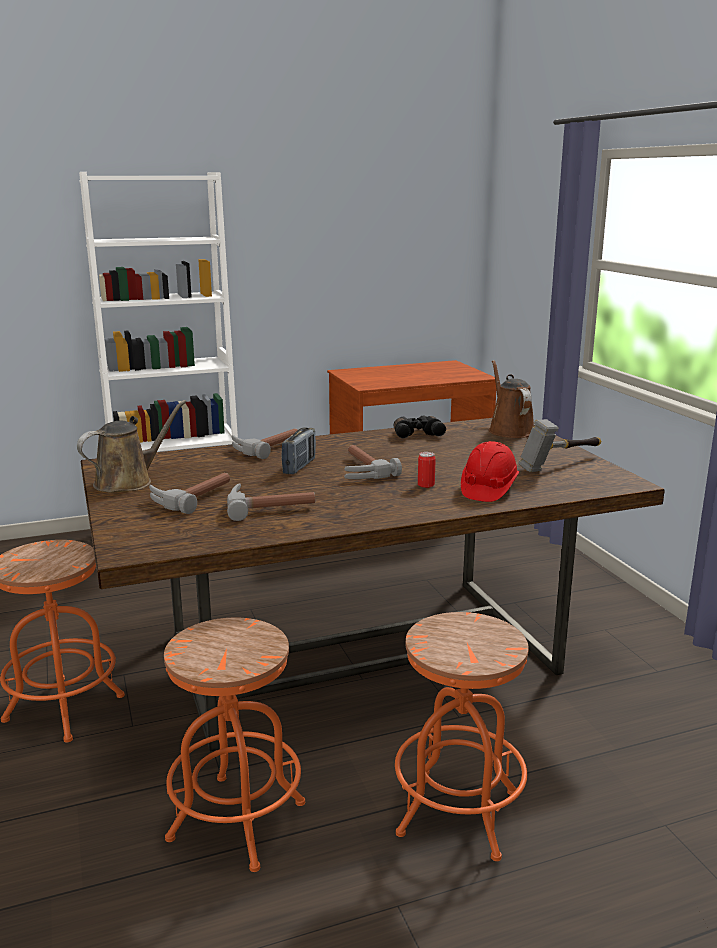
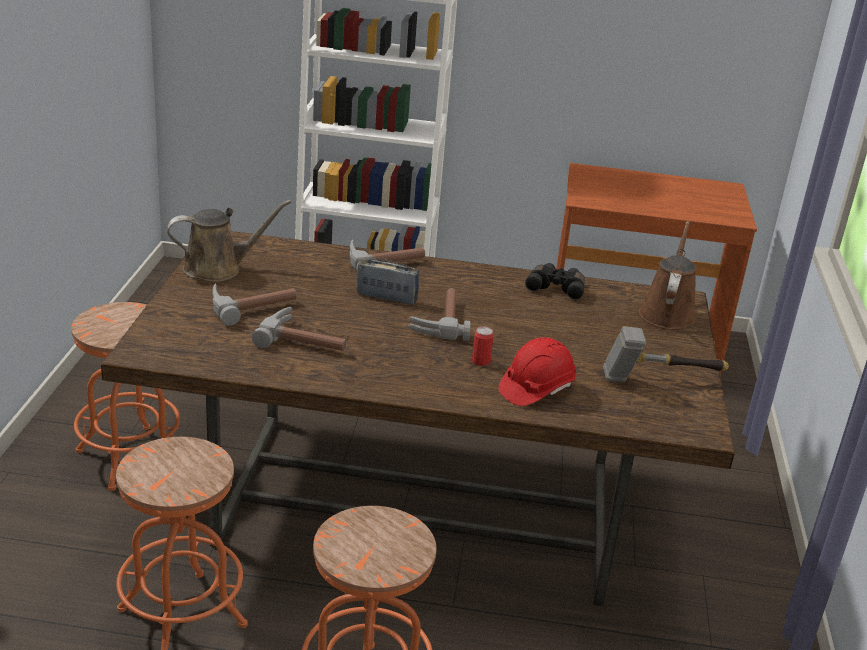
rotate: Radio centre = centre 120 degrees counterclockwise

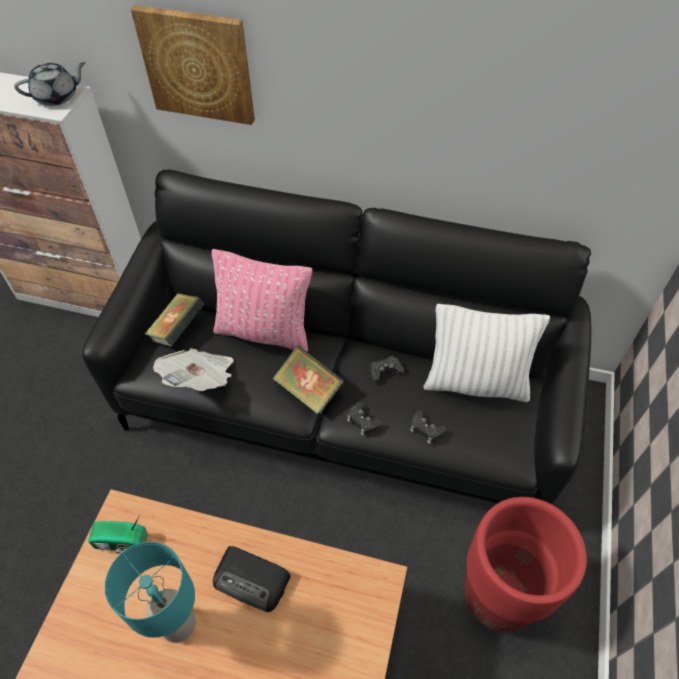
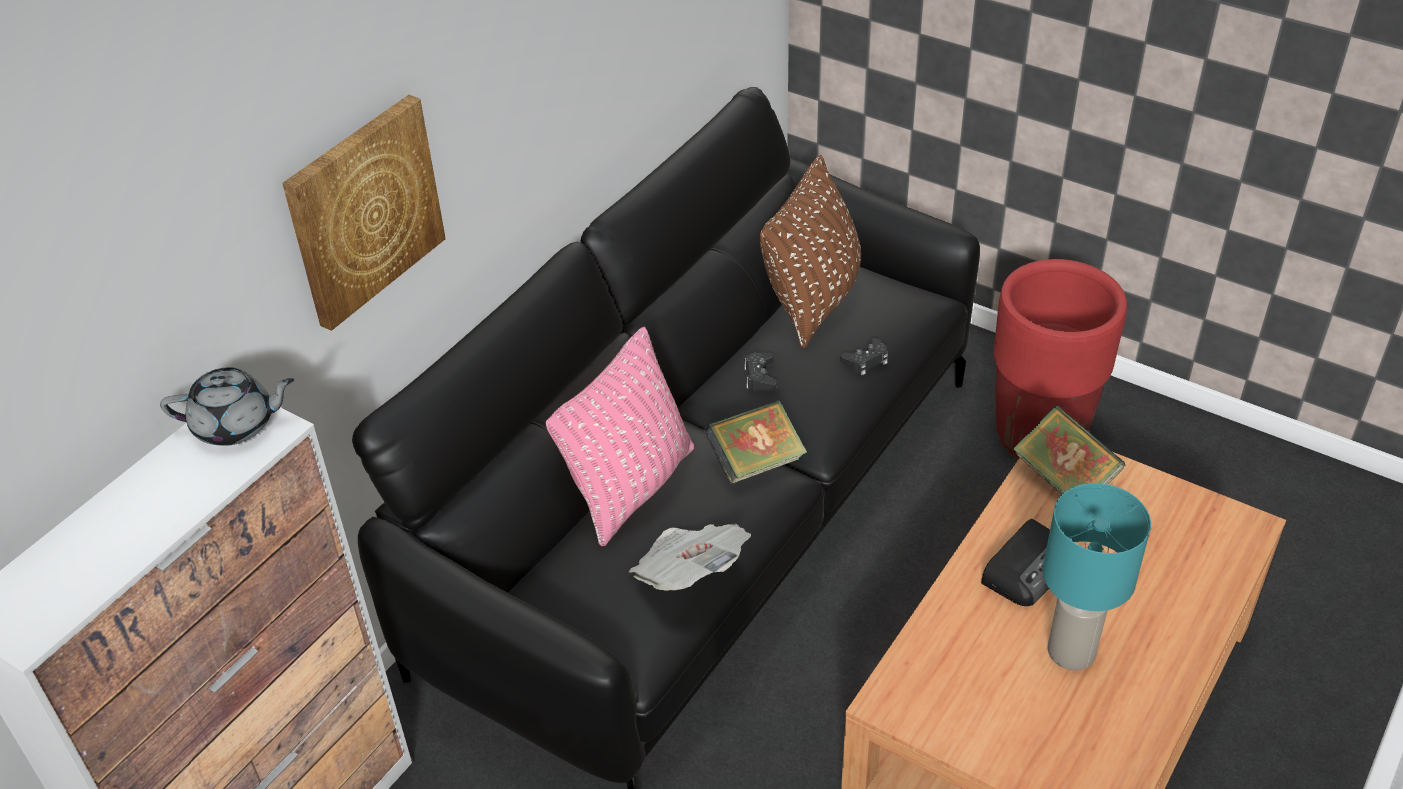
delete: Radio (1st from left) bottom left; Gamepad (schwarz) (1st from left) centre
move: Buch (1st from left in the first image) middle left to Buch (2nd from left) middle right
recolor: Kissen (weiß) middle right to Kissen (braun) top centre
rotate: Teekanne (grau) top left = middle left 90 degrees clockwise

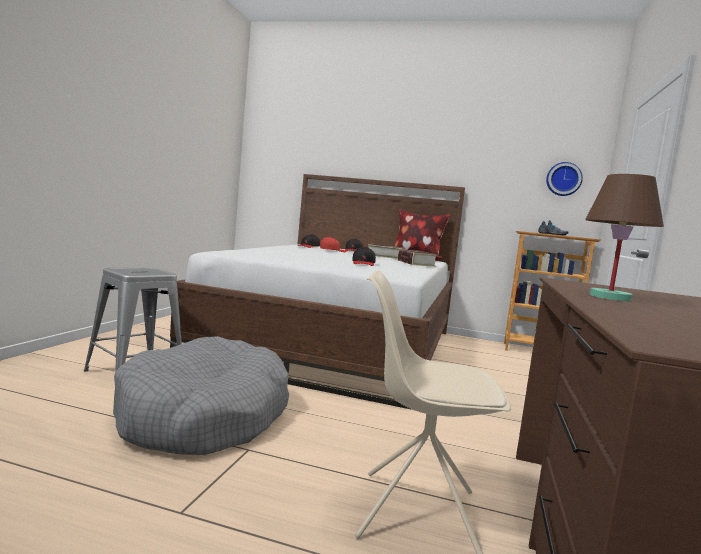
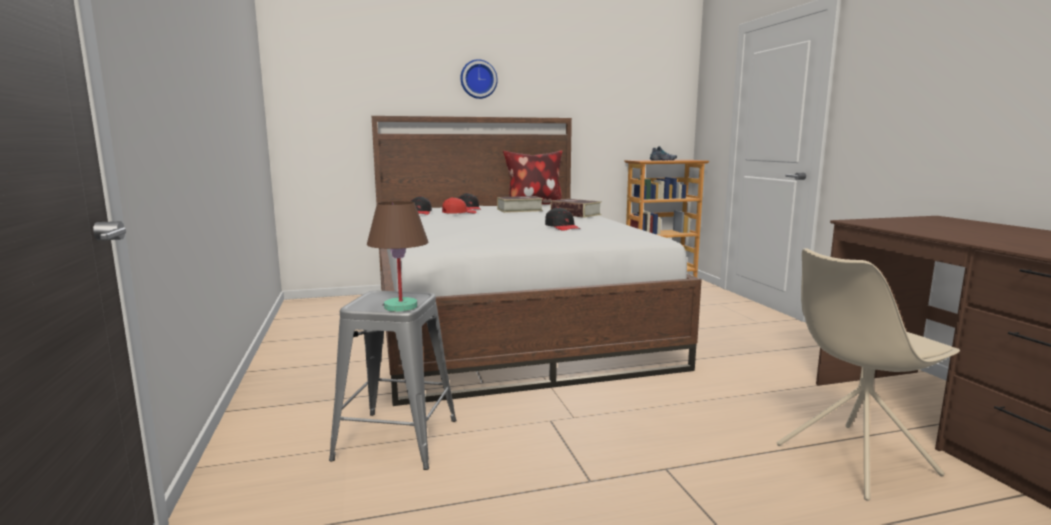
delete: Hundebett (grau) bottom left
move: Wanduhr top right to top centre; Tischlampe (braun) middle right to centre

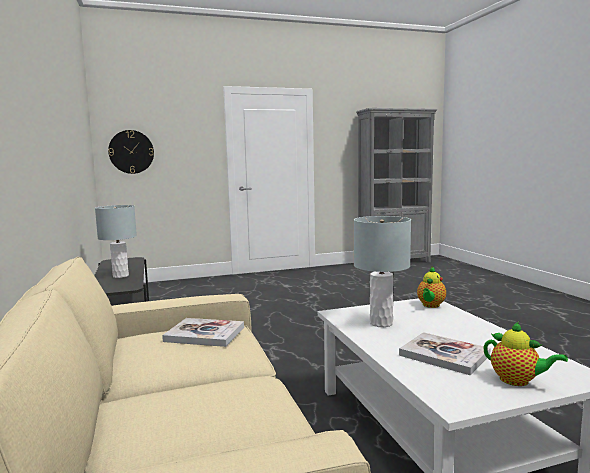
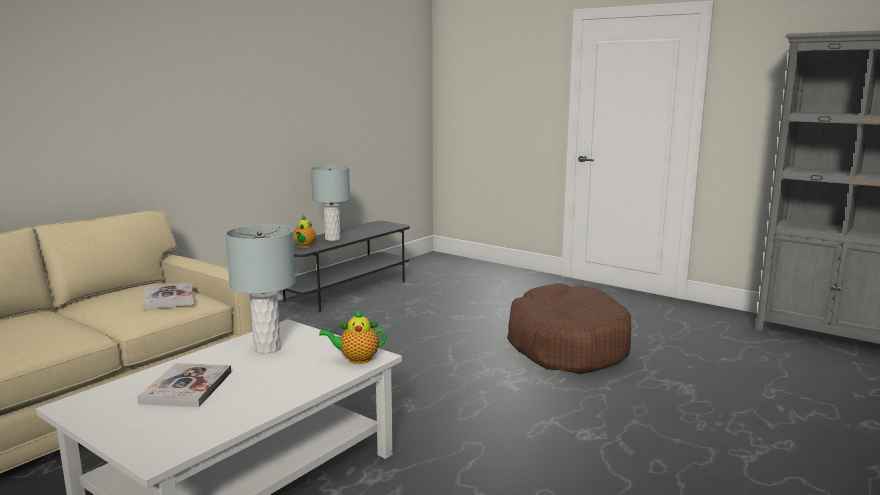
delete: Wanduhr top left
insert: Hundebett (braun) centre
move: Teekanne (2nd from left in the first image) bottom right to Teekanne (1st from left) centre

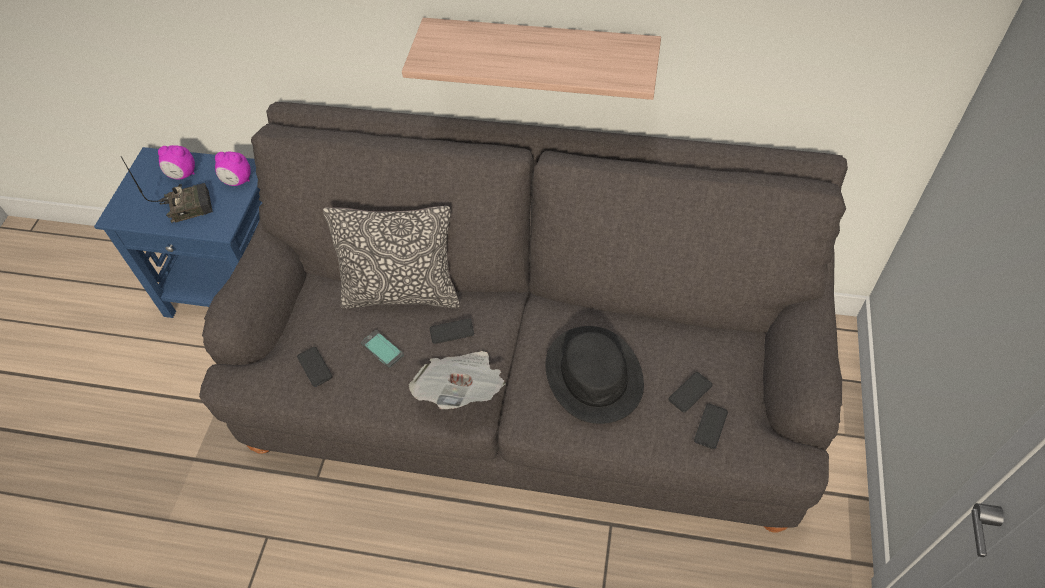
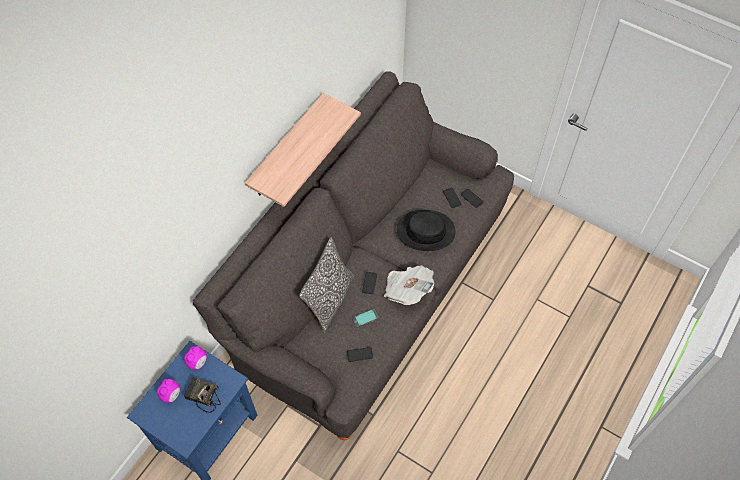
rotate: Radio top left = bottom left 75 degrees counterclockwise

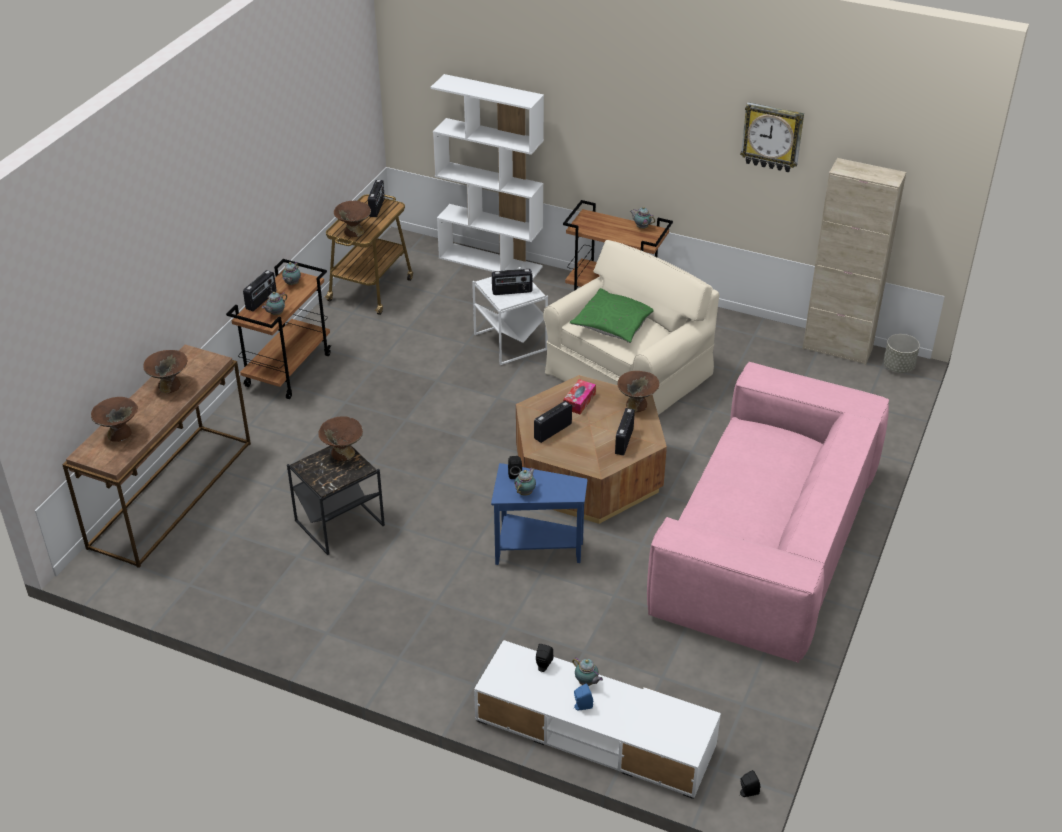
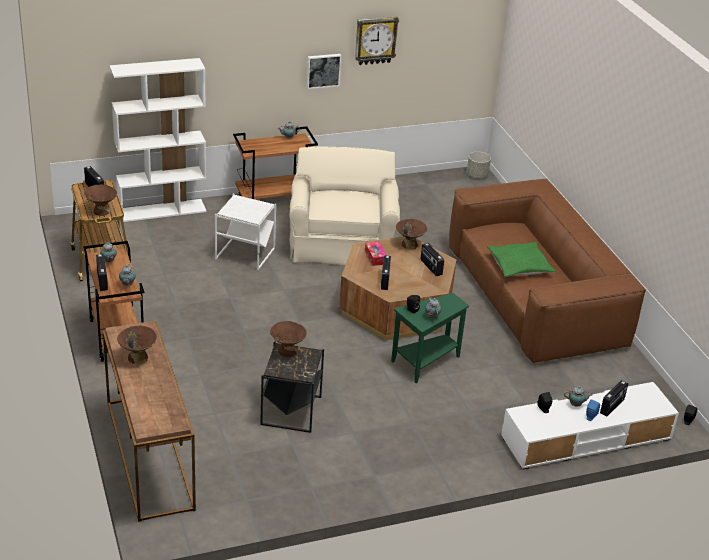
delete: Schüssel (braun) (1st from left) middle left; Schrank (beige) top right
insert: Bild top centre
move: Radio (3rd from left in the first image) centre to Radio (5th from left) bottom right; Kissen (grün) centre to middle right
recolor: Beistelltisch (blau) centre to Beistelltisch (grün) centre; Sofa (rosa) middle right to Sofa (braun) middle right

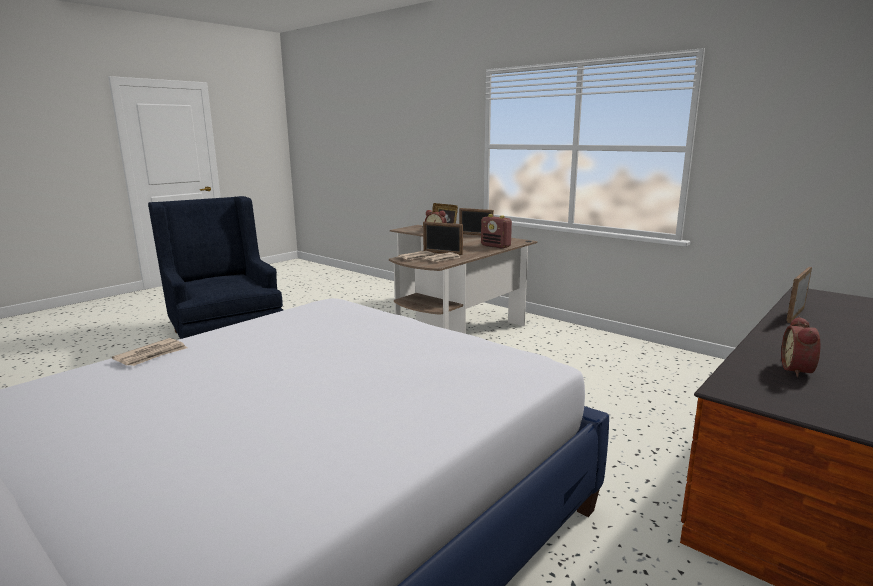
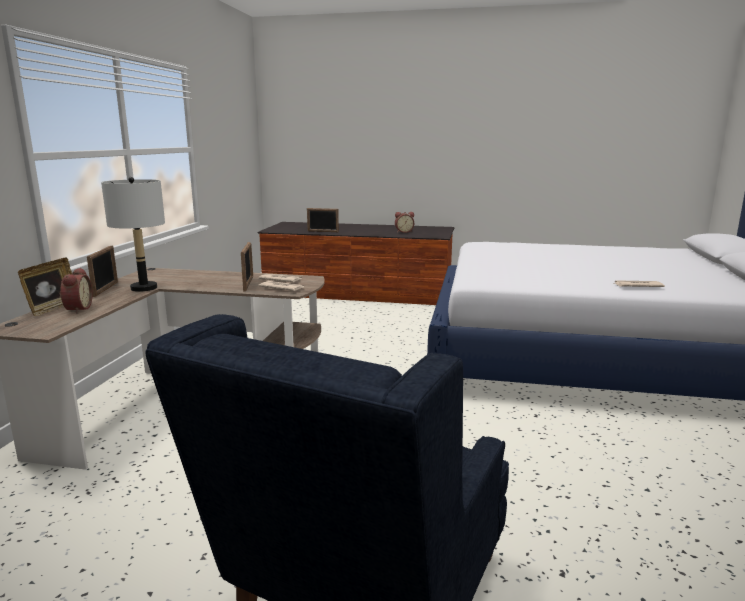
delete: Radio centre
insert: Tischlampe (grau) middle left

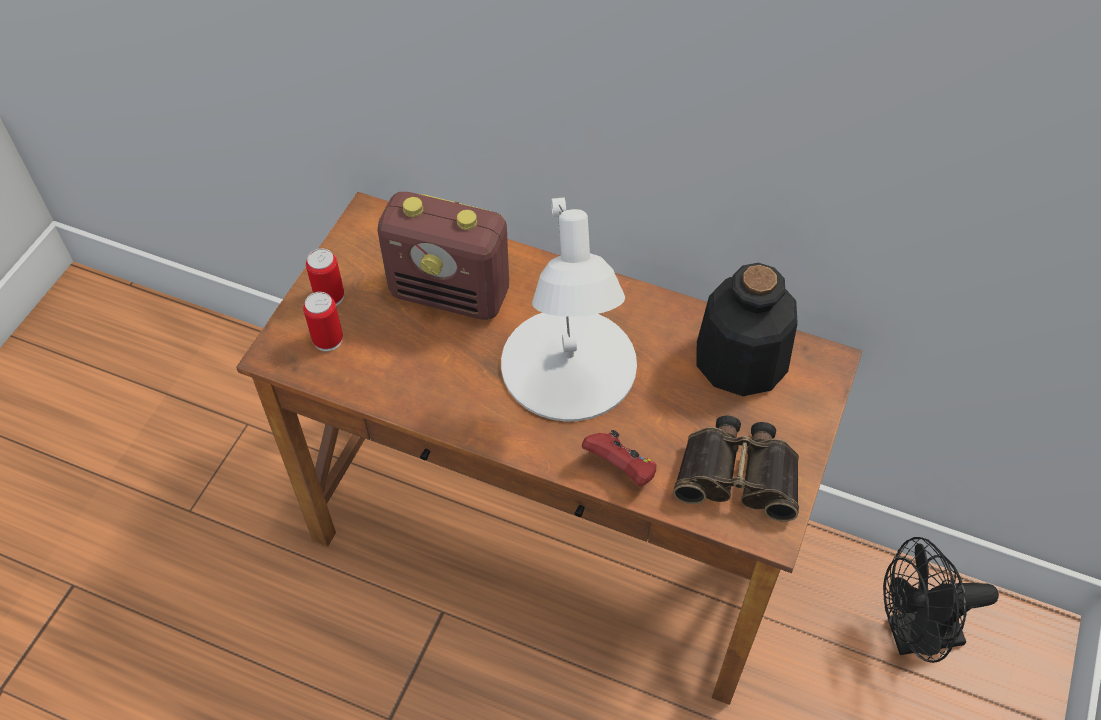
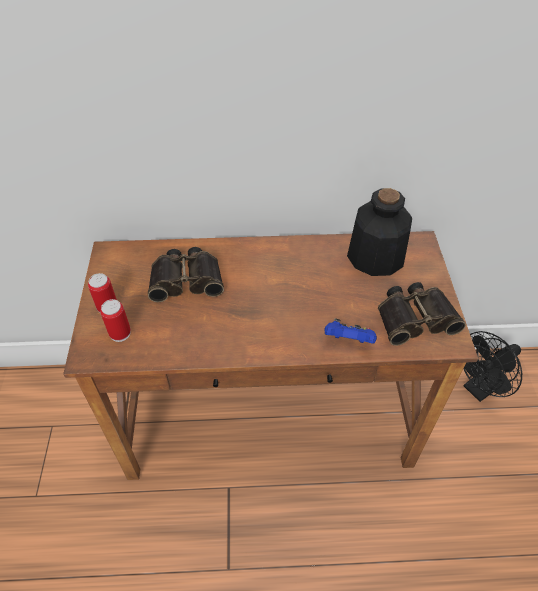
delete: Tischlampe (weiß) centre
replace: Radio centre to Fernglas (1st from left) centre
recolor: Gamepad (rot) centre to Gamepad (blau) centre

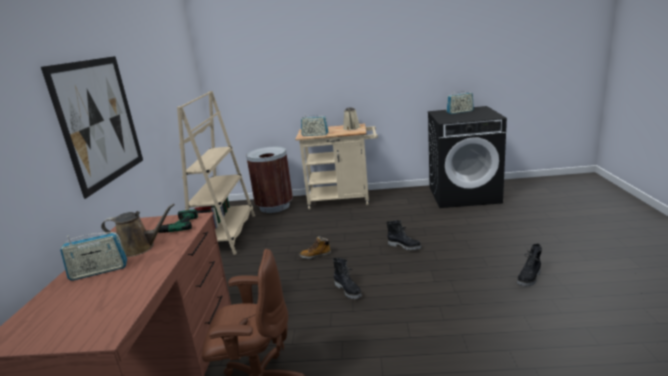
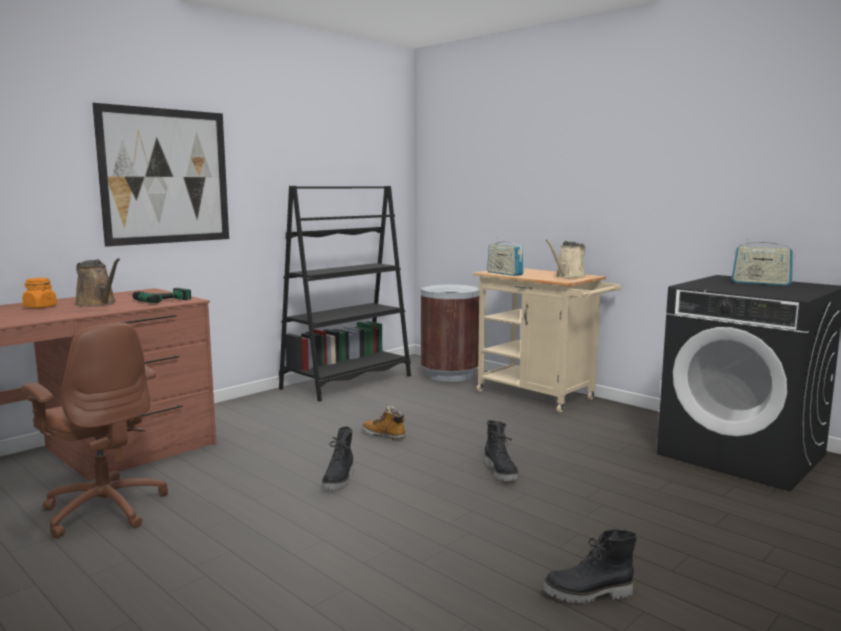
replace: Radio (1st from left) bottom left to Vorratsglas (orange) middle left
recolor: Bücherregal (beige) middle left to Bücherregal (schwarz) centre

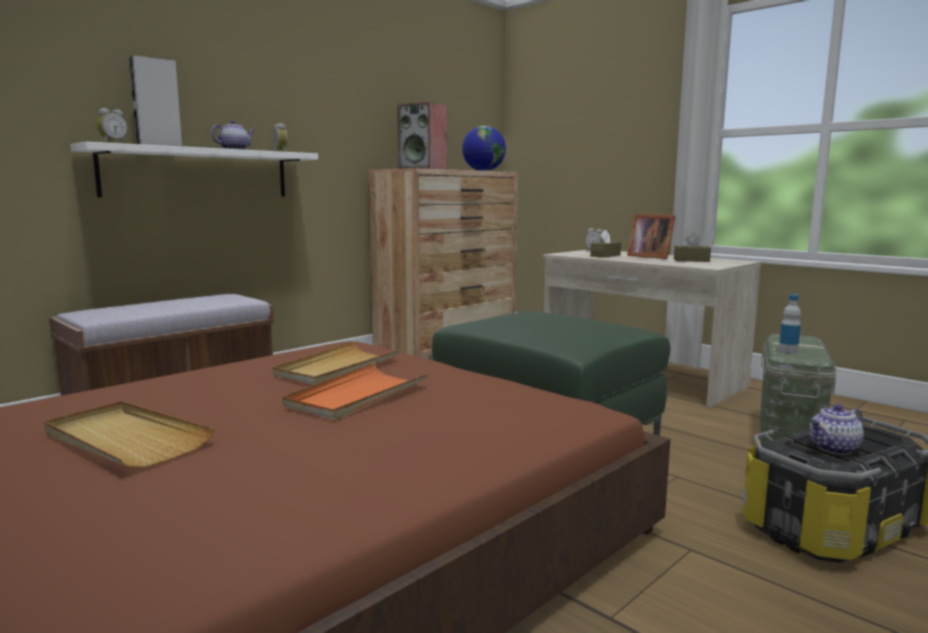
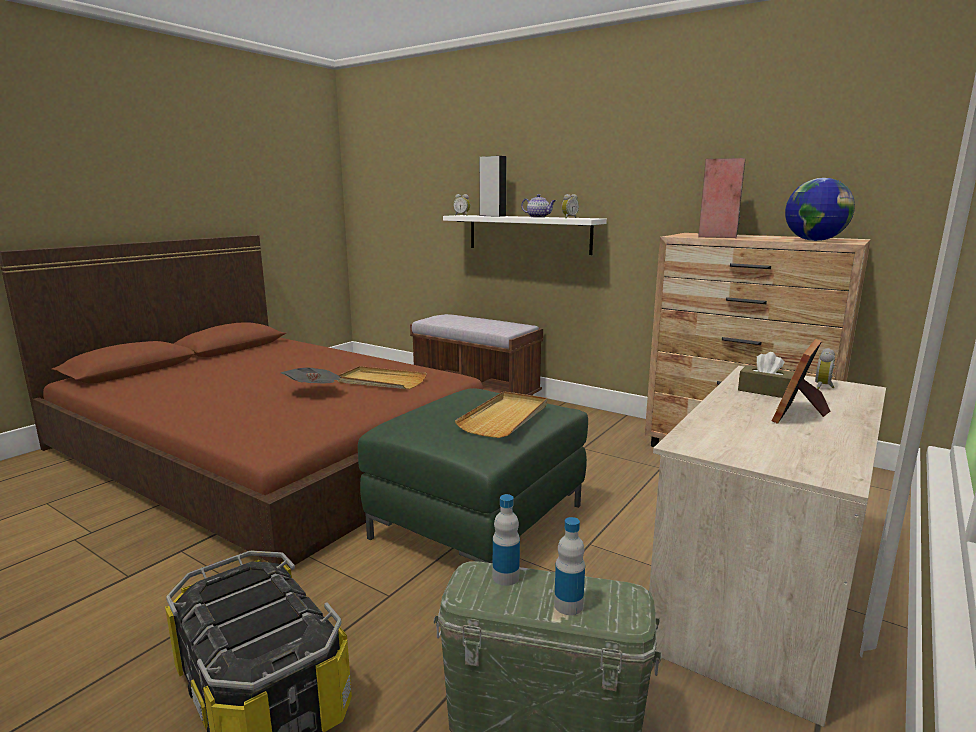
delete: Taschentuchbox (braun) (2nd from left) middle right; Teekanne (2nd from left) bottom right
insert: Flasche (2nd from left) bottom centre
move: Tablett (beige) (1st from left in the first image) bottom left to Tablett (beige) (2nd from left) centre
replace: Tablett (orange) centre to Zeitung middle left

